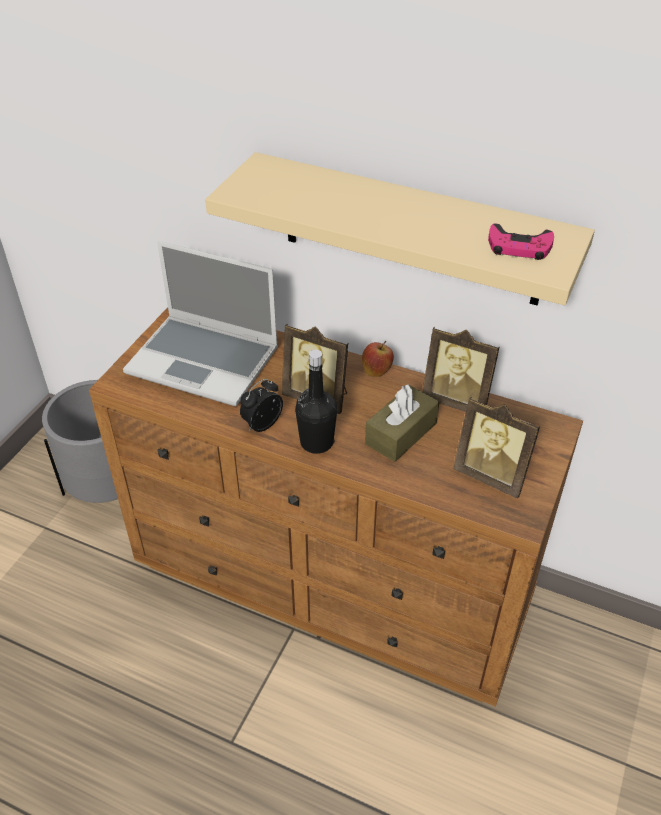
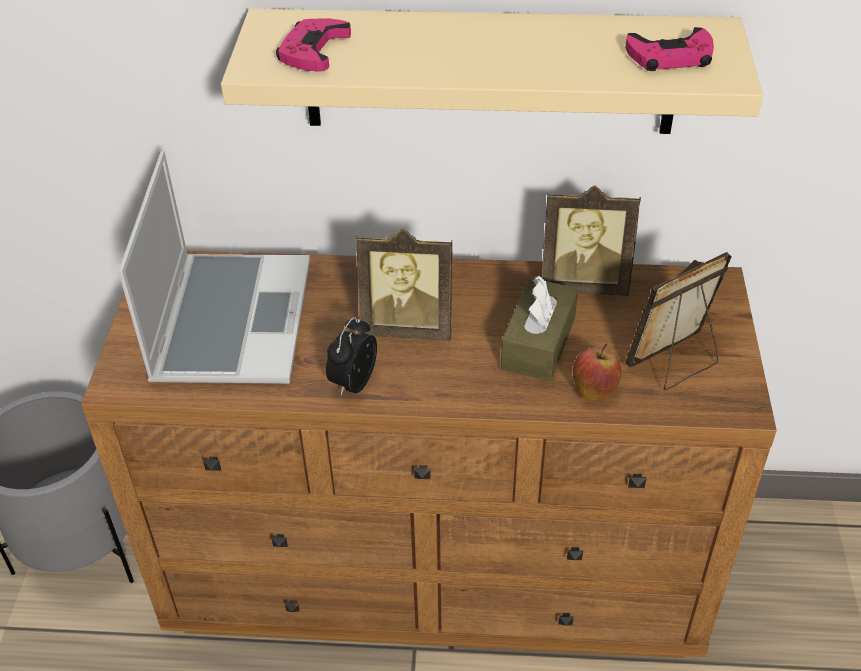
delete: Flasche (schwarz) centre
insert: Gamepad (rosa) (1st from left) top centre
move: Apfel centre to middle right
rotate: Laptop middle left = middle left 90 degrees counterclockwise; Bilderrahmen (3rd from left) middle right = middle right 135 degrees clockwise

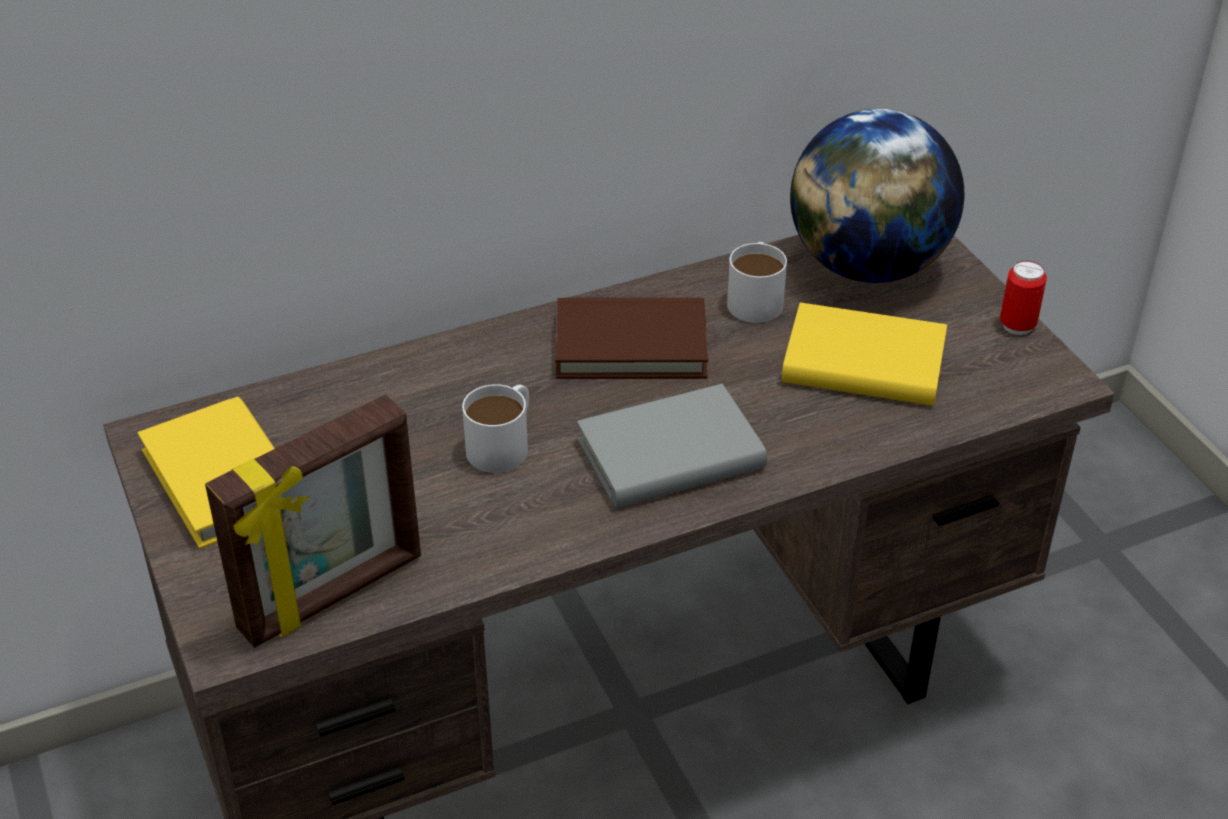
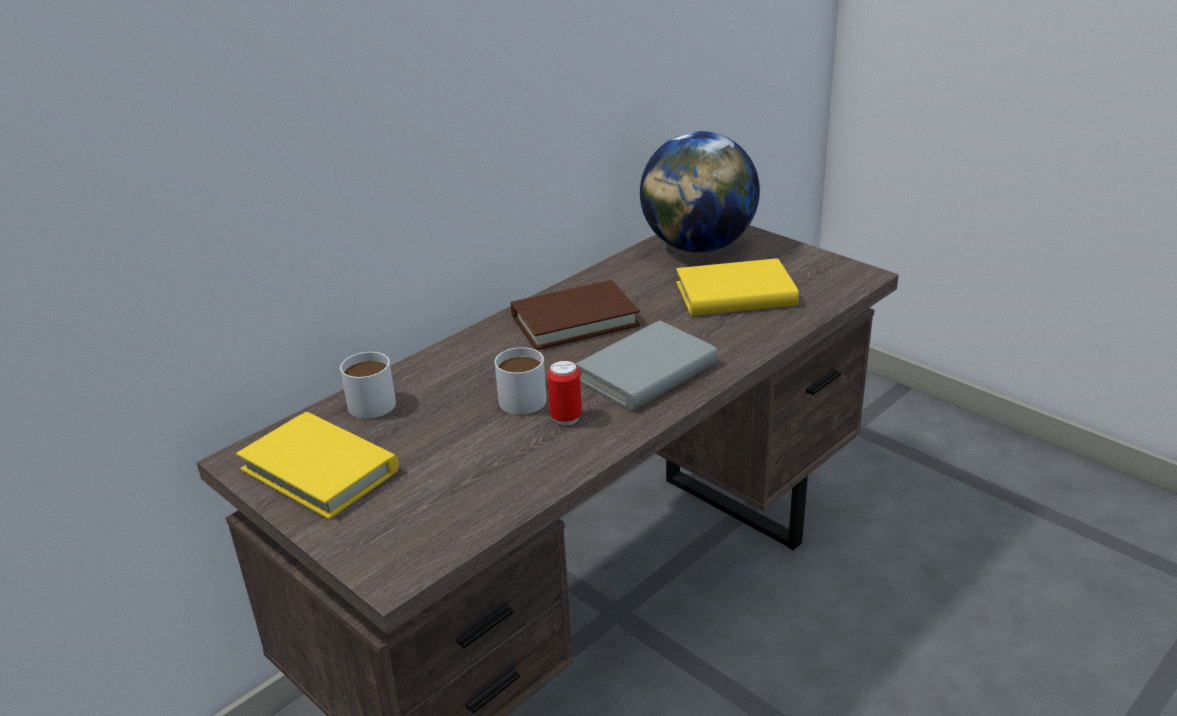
delete: Bilderrahmen middle left
move: Henkelbecher (weiß) (2nd from left in the first image) centre to Henkelbecher (weiß) (1st from left) middle left; Dose middle right to centre

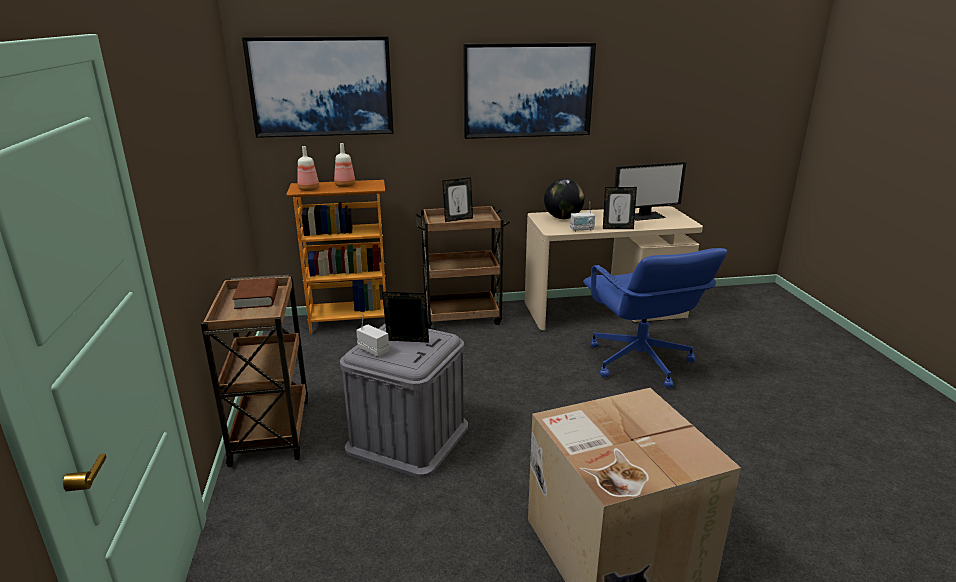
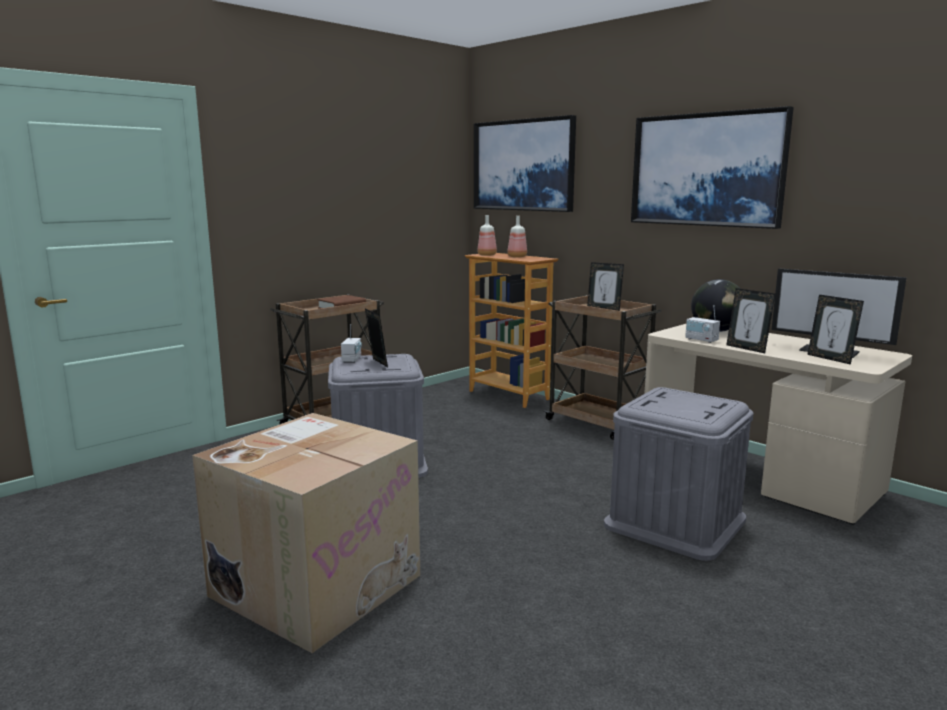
insert: Bilderrahmen (4th from left) middle right
replace: Bürostuhl (blau) middle right to Aufbewahrungsbox (grau) (2nd from left) bottom right

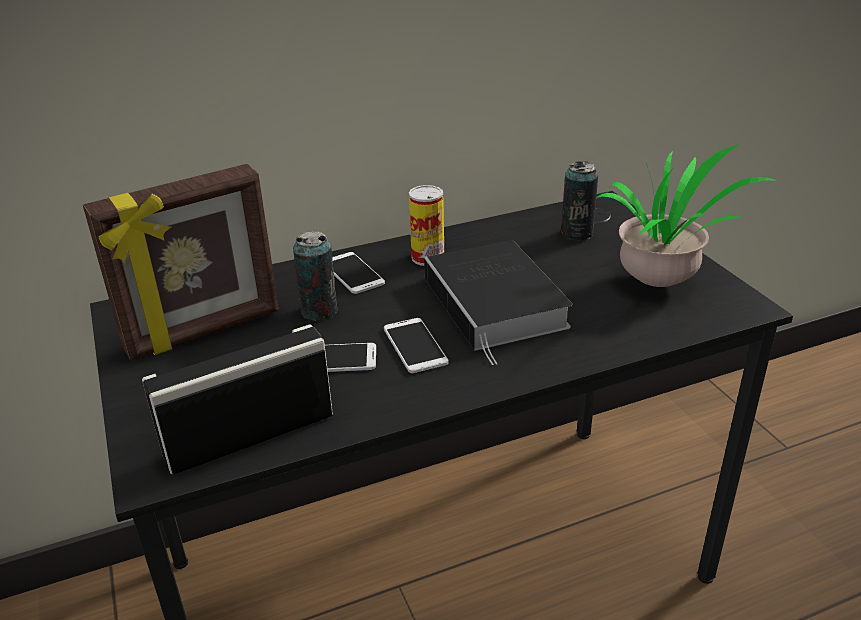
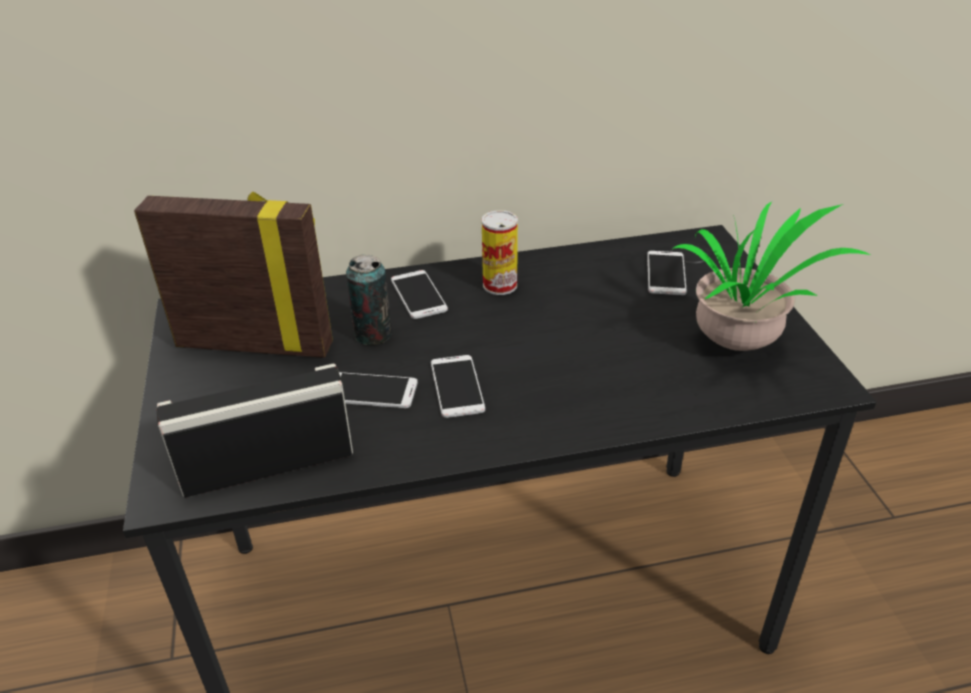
delete: Buch centre
replace: Dose (3rd from left) top right to Handy (4th from left) middle right
rotate: Bilderrahmen middle left = middle left 150 degrees counterclockwise

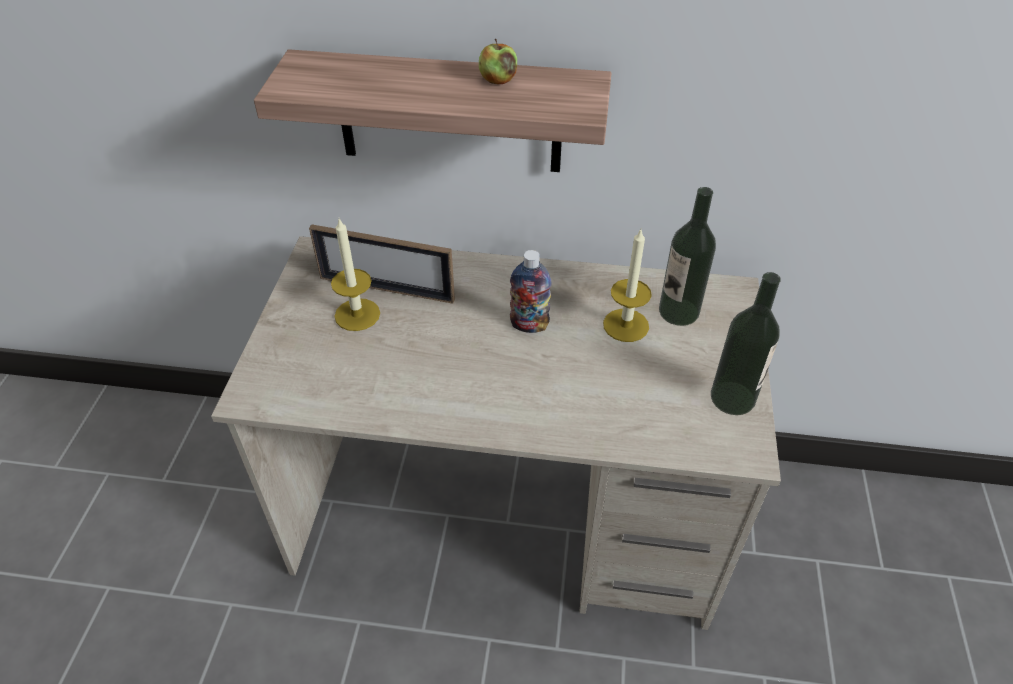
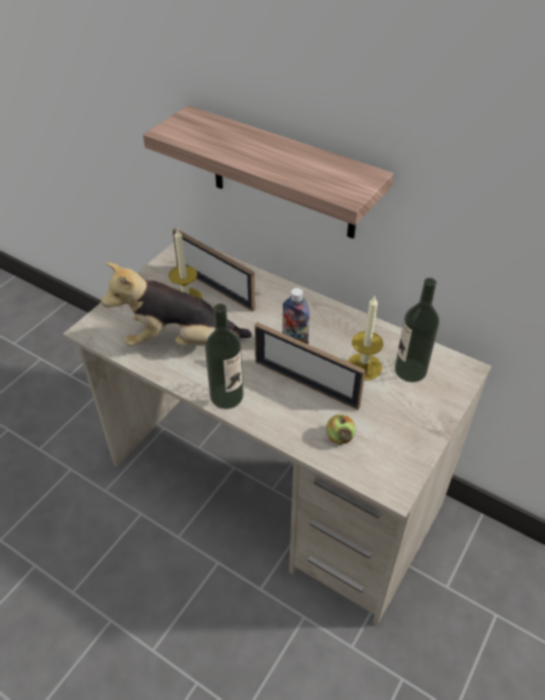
insert: Plüschtier middle left; Bilderrahmen (2nd from left) centre
move: Apfel top centre to centre; Flasche (3rd from left in the first image) middle right to Flasche (1st from left) centre

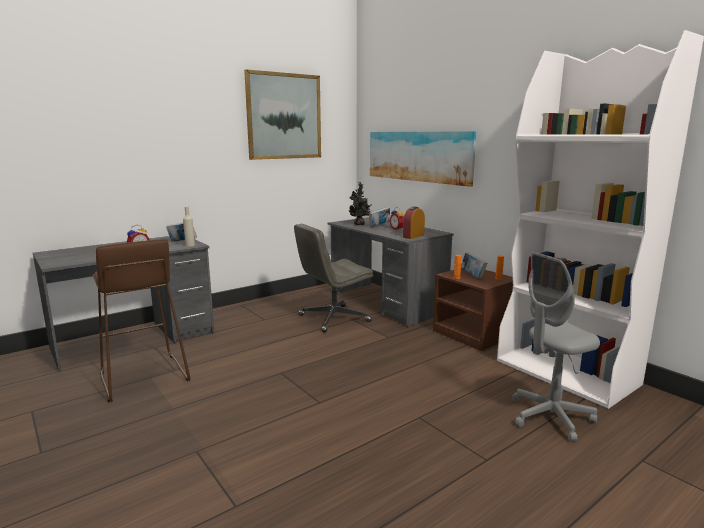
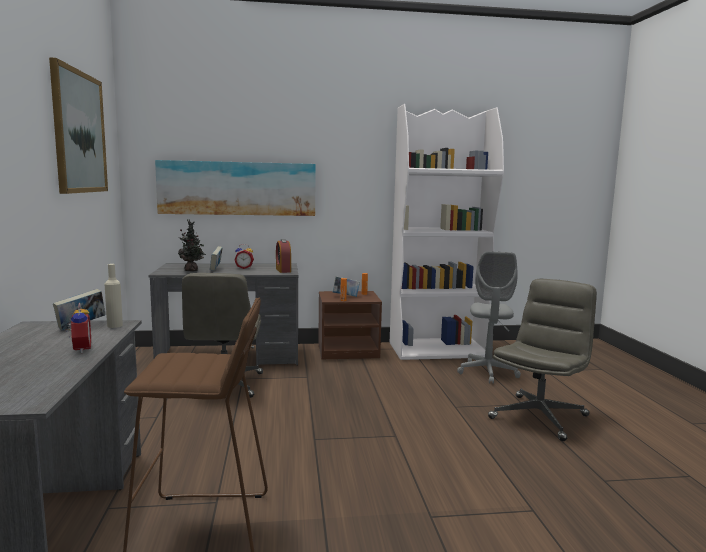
insert: Bürostuhl (grau) (3rd from left) middle right

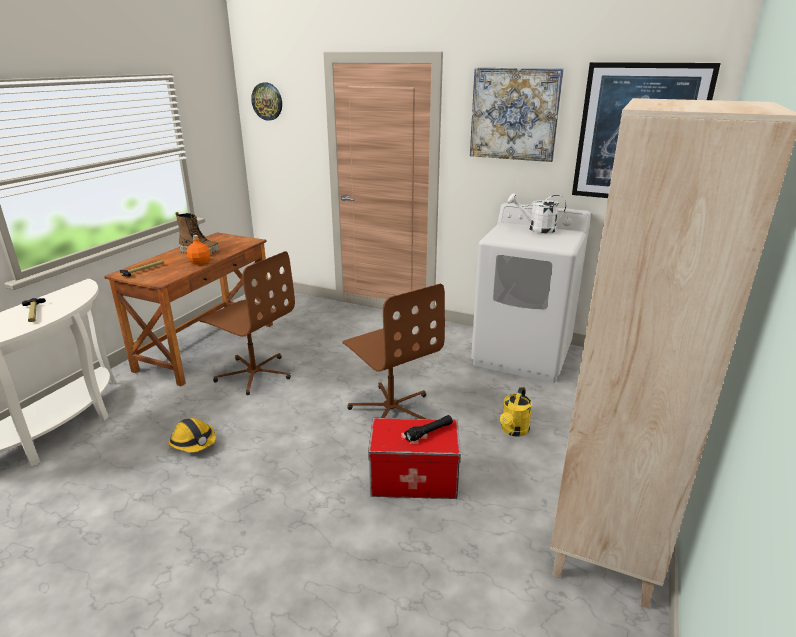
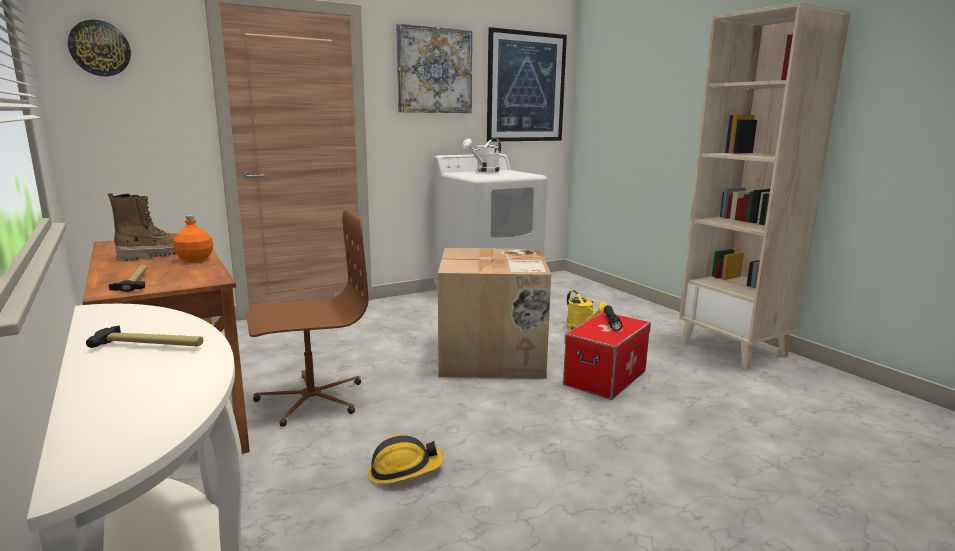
replace: Bürostuhl (braun) (2nd from left) centre to Karton centre

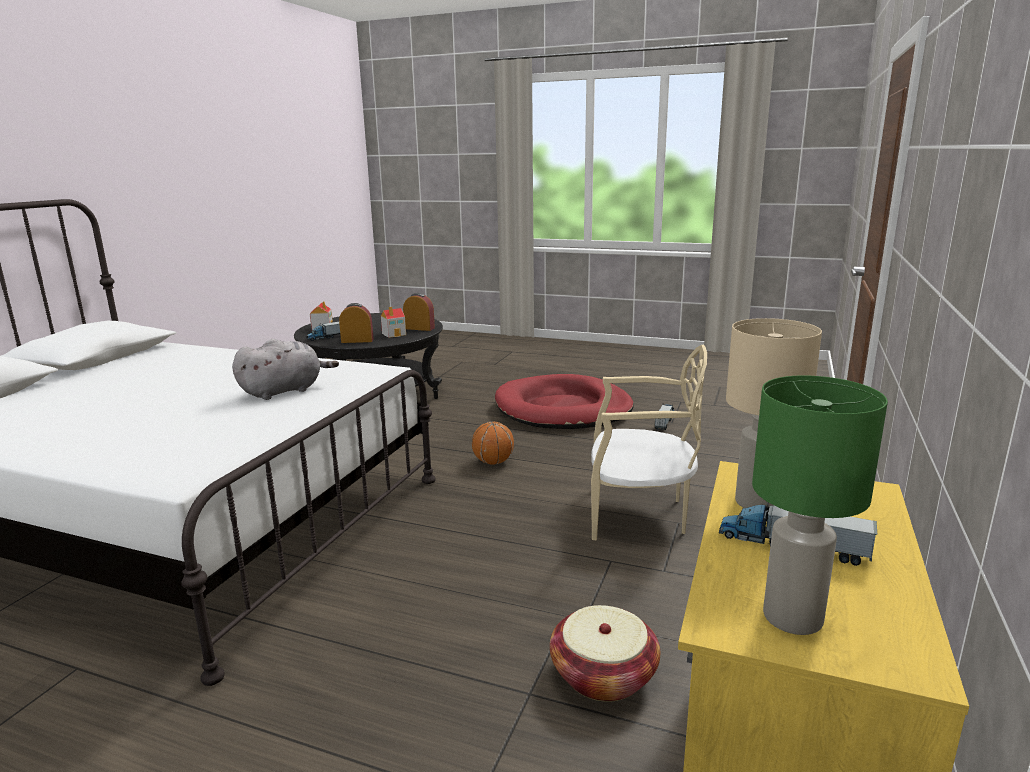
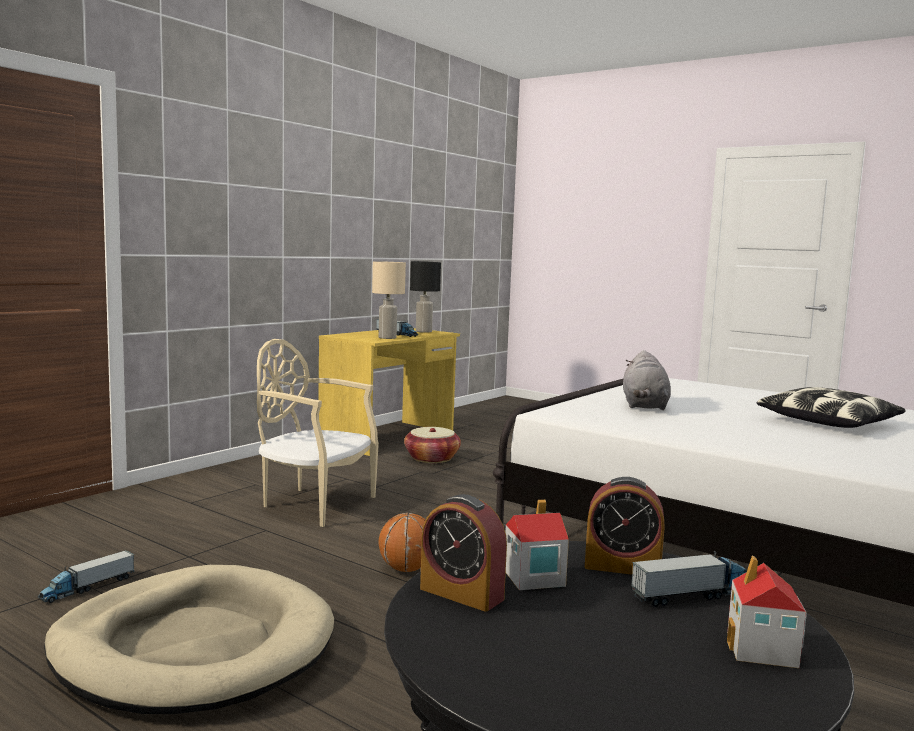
insert: Kissen middle right
recolor: Hundebett (rot) centre to Hundebett (beige) bottom left; Tischlampe (grün) middle right to Tischlampe (schwarz) centre
rotate: Plüschtier (grau) middle left = middle right 60 degrees counterclockwise

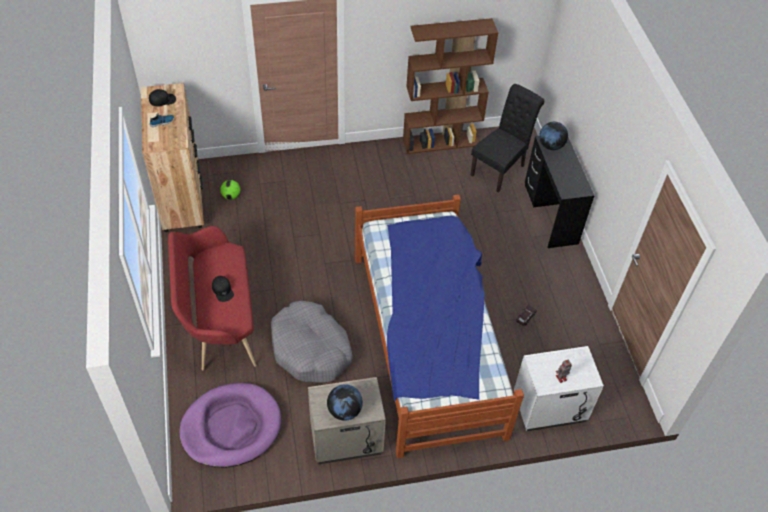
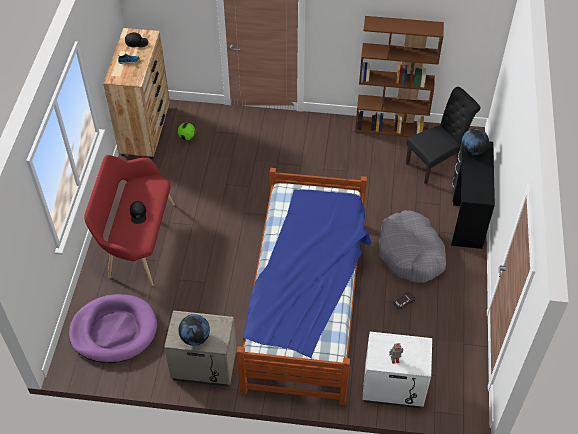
move: Hundebett (grau) bottom centre to middle right

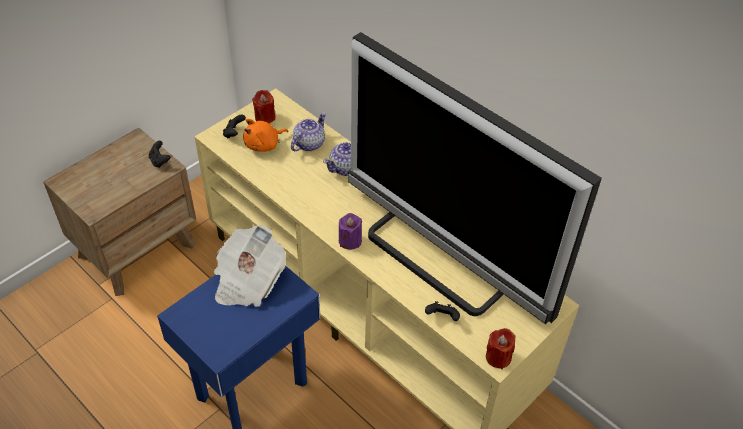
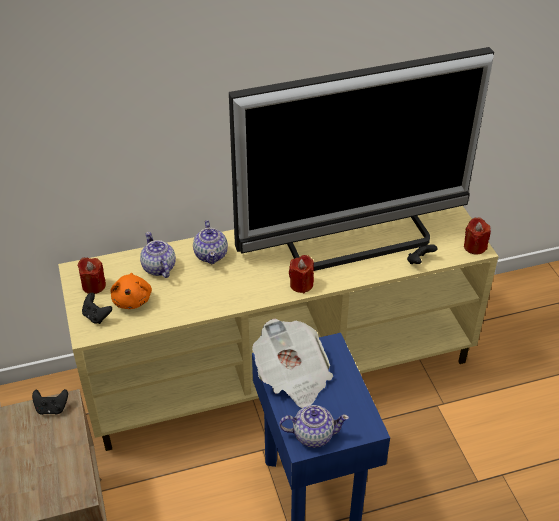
insert: Teekanne (3rd from left) bottom centre
recolor: Kerze (lila) centre to Kerze (rot) (2nd from left) centre

